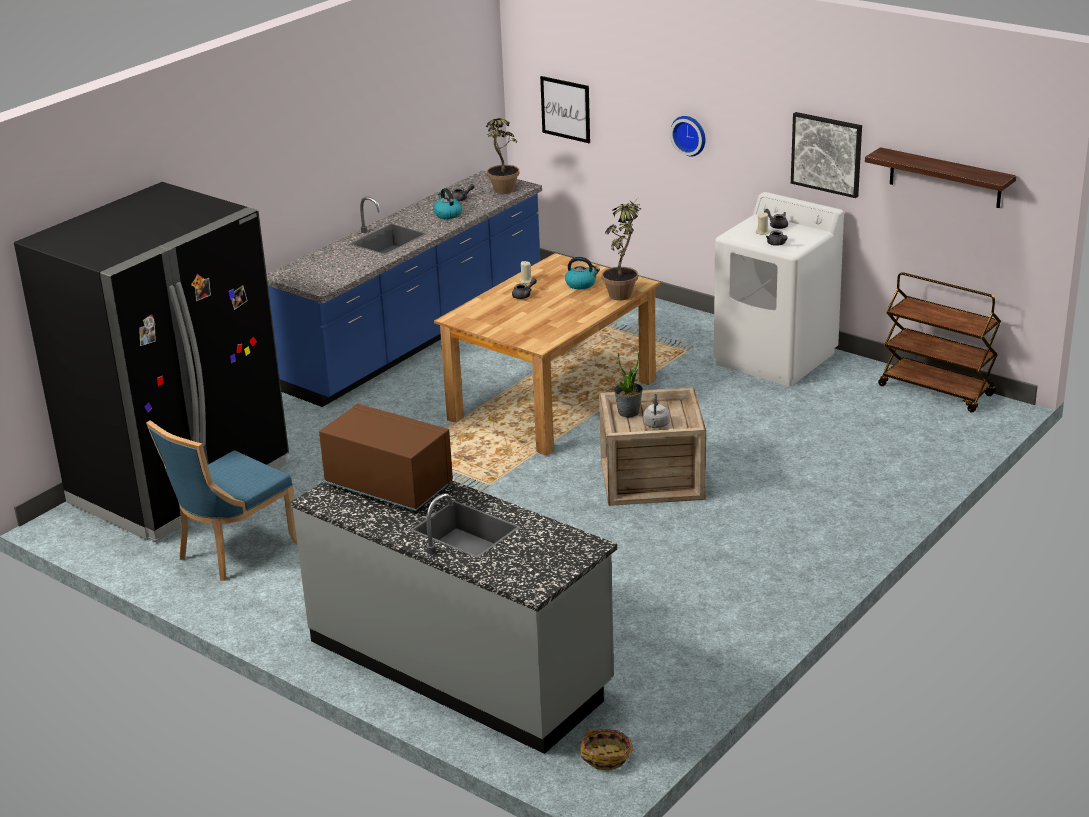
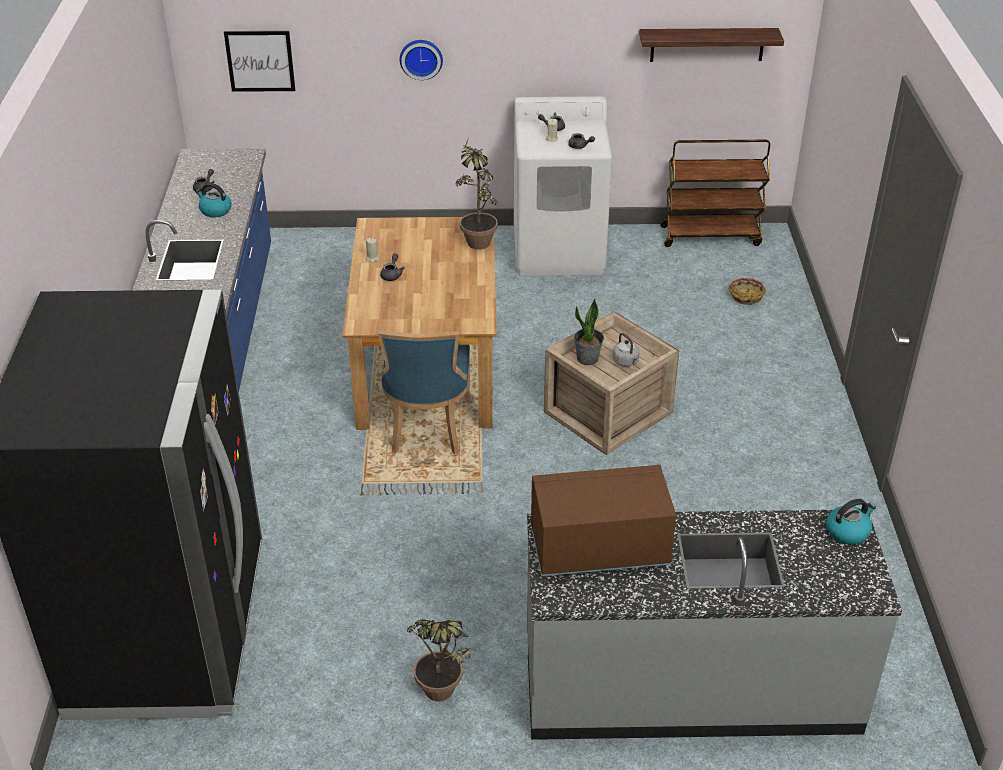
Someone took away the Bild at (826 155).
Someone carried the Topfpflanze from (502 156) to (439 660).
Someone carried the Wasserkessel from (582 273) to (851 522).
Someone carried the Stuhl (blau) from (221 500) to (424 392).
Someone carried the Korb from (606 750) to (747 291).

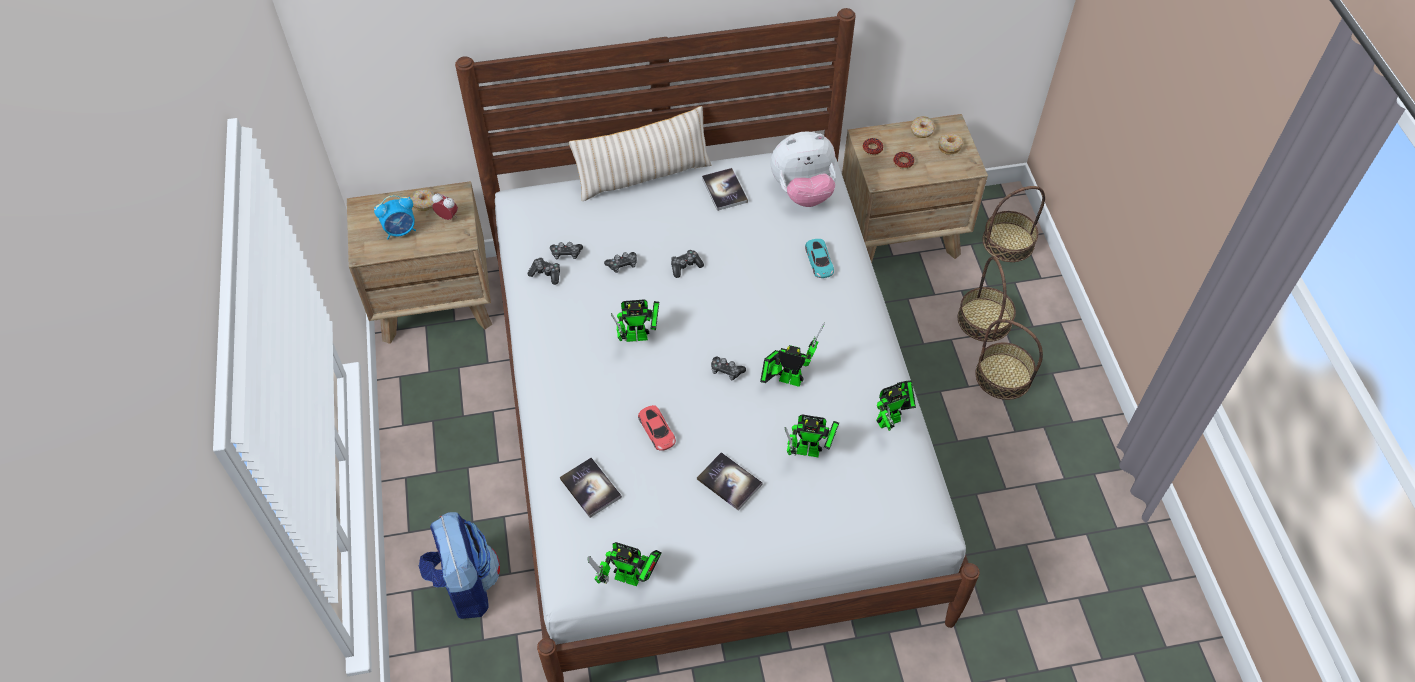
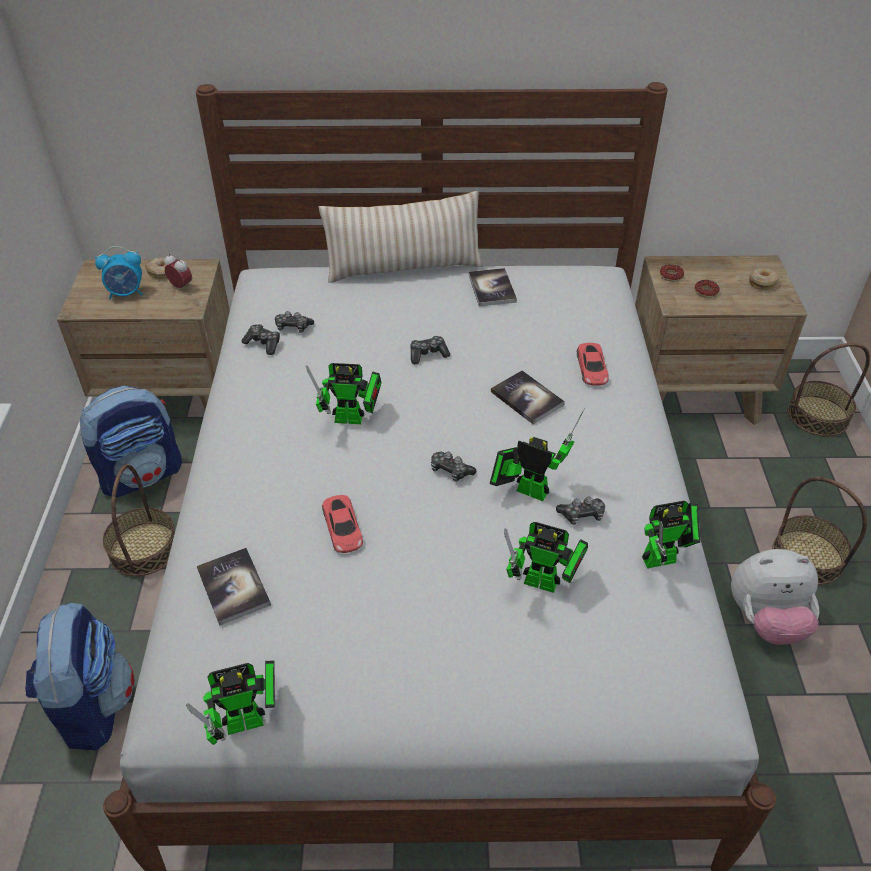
Someone took away the Donut at (923 127).
Someone carried the Plüschtier from (803 169) to (775 597).
Someone repainted the Spielzeugauto (türkis) at (819 258), which became the Spielzeugauto (rot) at (593 364).
Someone carried the Gamepad from (620 262) to (580 511).
Someone carried the Korb from (987 299) to (139 520).
Someone carried the Buch from (730 481) to (528 397).
Someone rotated the Spielzeugroboter at (624 564) by 45 degrees counterclockwise.
Someone put down the Rucksack at (131 441).

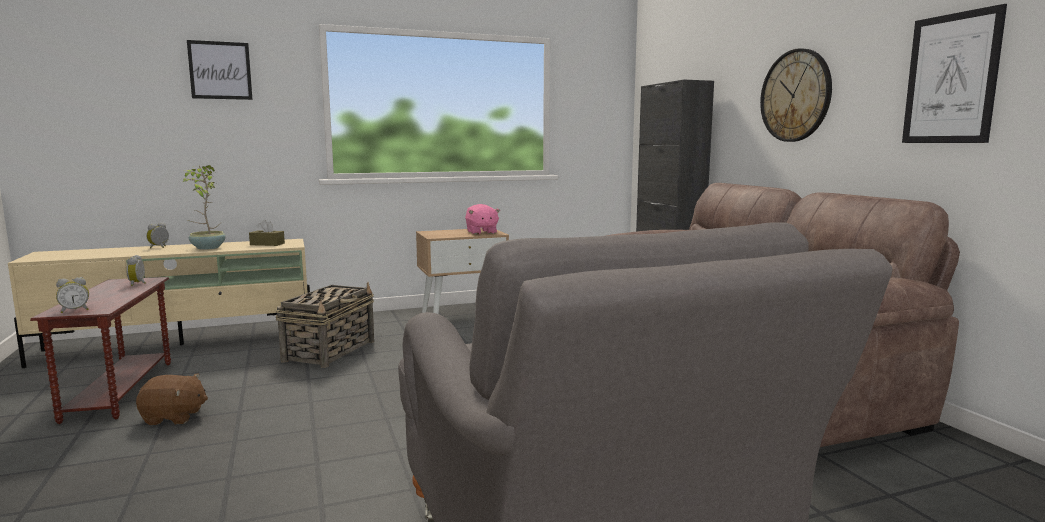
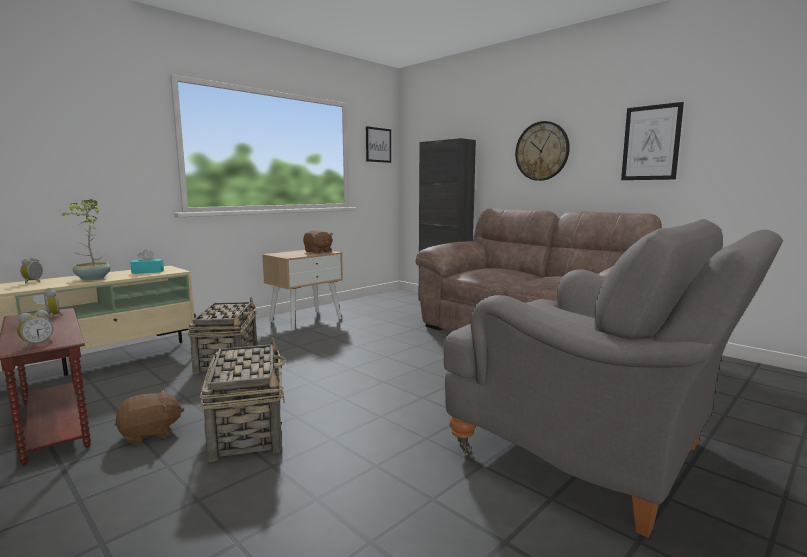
Someone carried the Bild from (220 70) to (378 144).
Someone repainted the Plüschtier (rosa) at (482 219), which became the Plüschtier (braun) at (318 242).
Someone repainted the Taschentuchbox (braun) at (267 233), which became the Taschentuchbox (türkis) at (147 261).
Someone put down the Korb at (243 399).

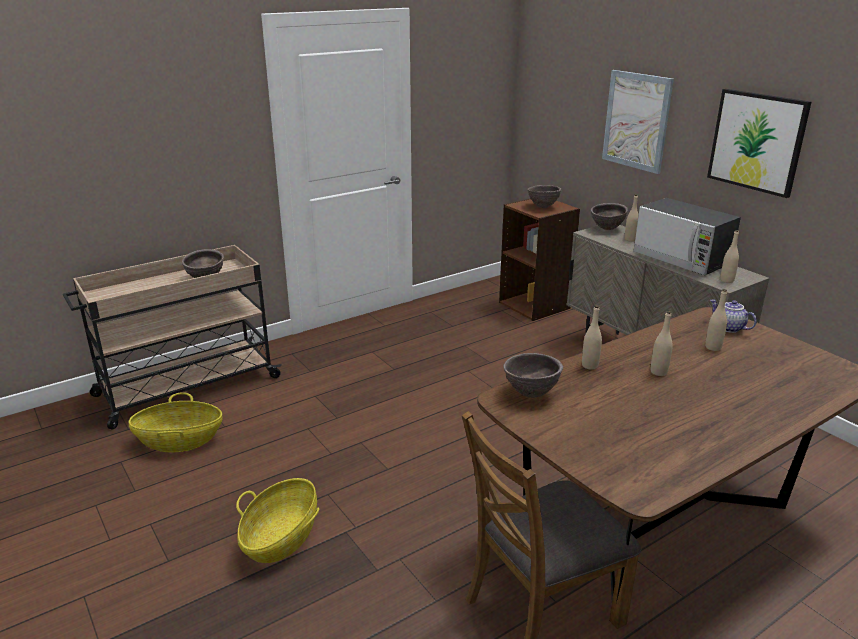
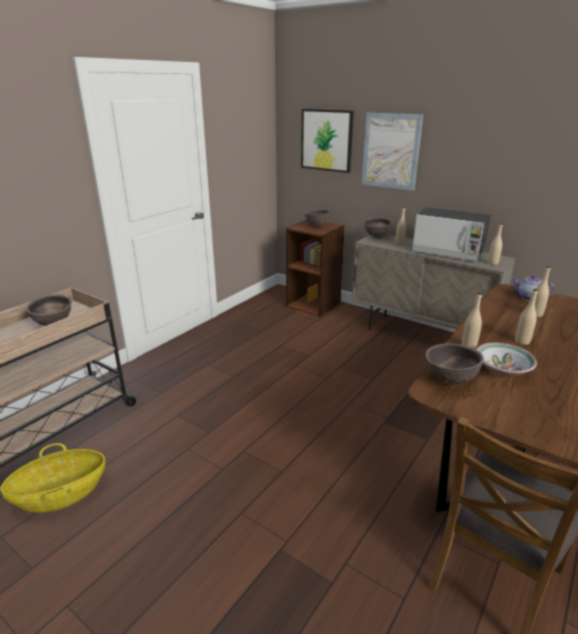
Someone carried the Bild from (759 143) to (327 141).
Someone took away the Korb at (277 520).
Someone put down the Schüssel at (506 360).

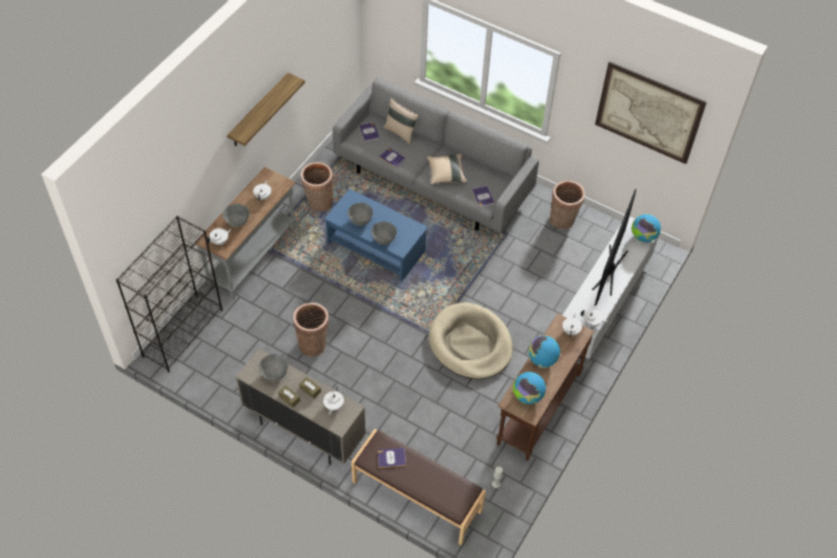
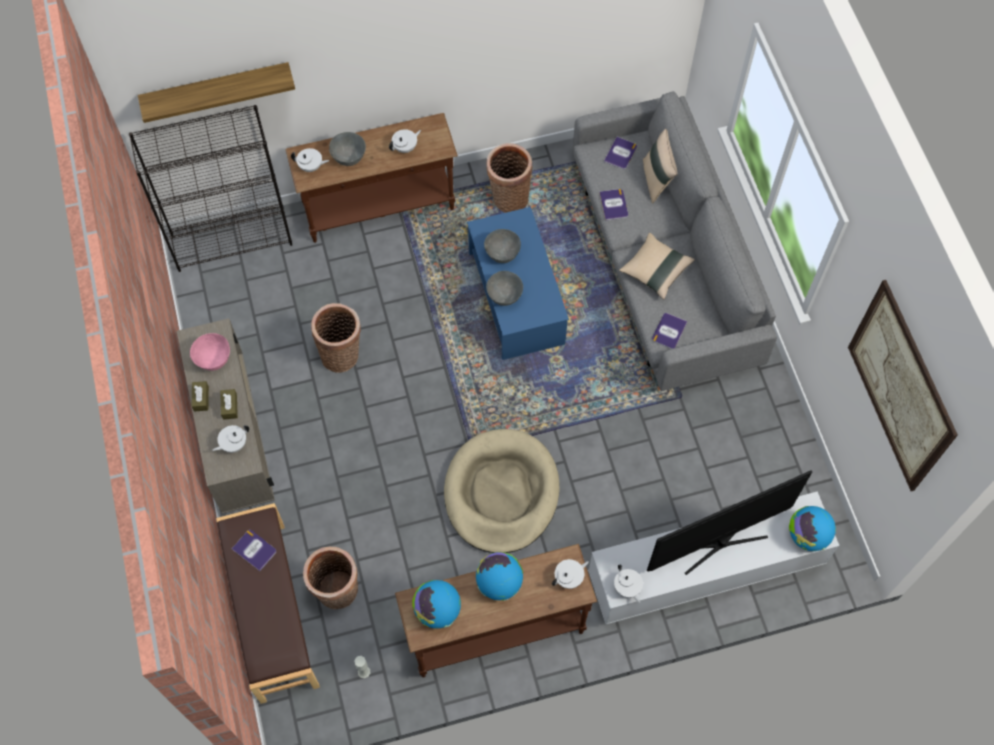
Someone carried the Wandregal from (266 109) to (216 92).
Someone repainted the Konsolentisch (grau) at (245 233), which became the Konsolentisch (braun) at (371 178).
Someone carried the Korb from (567 204) to (330 578).
Someone repainted the Schüssel (grau) at (273 367), which became the Schüssel (rosa) at (210 352).

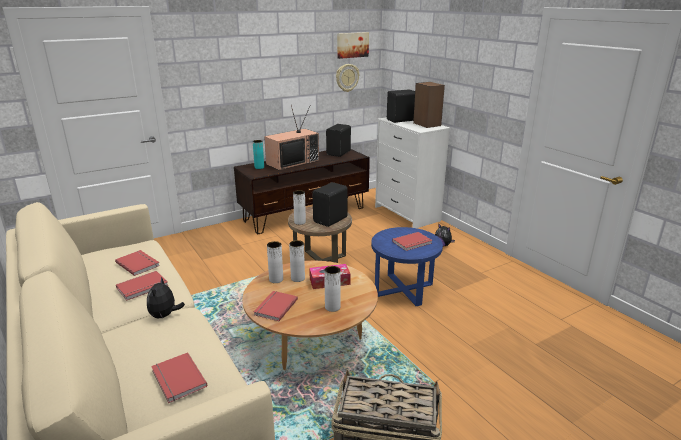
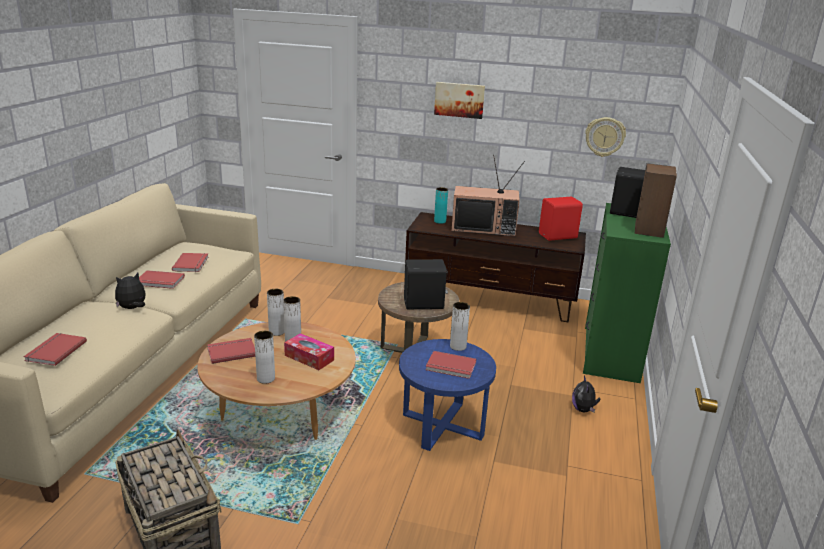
Someone carried the Bild from (353 45) to (459 100).
Someone repainted the Kommode (weiß) at (412 172), which became the Kommode (grün) at (627 293).
Someone repainted the Lautsprecher (schwarz) at (338 140), which became the Lautsprecher (rot) at (561 219).
Someone carried the Vase (weiß) from (299 207) to (460 326).

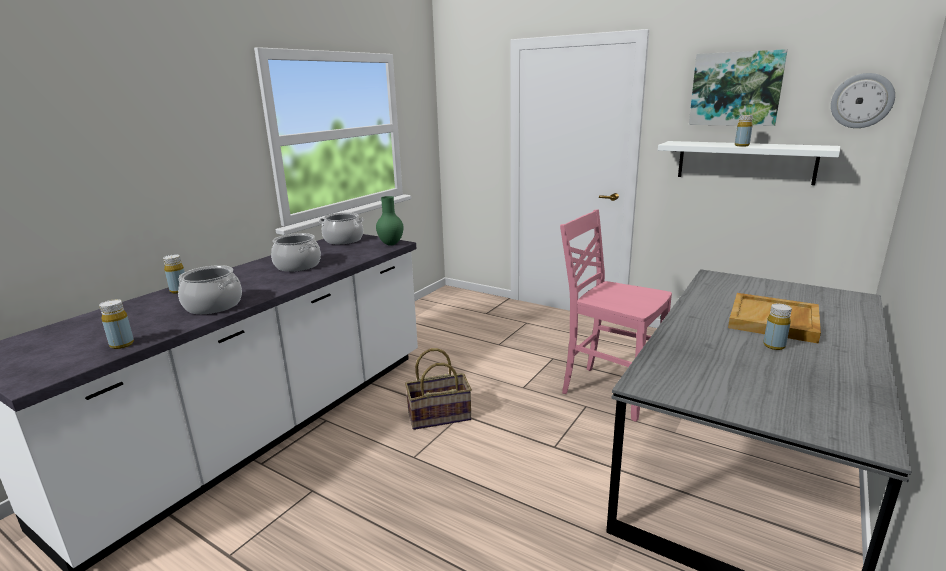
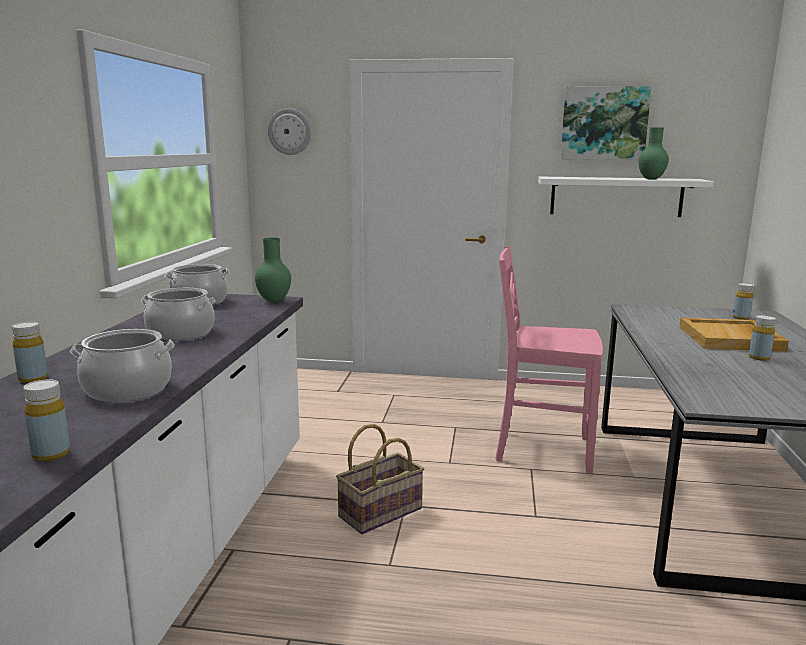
Someone carried the Wanduhr from (863 100) to (289 131).
Someone carried the Flasche (gelb) from (744 130) to (743 301).
Someone put down the Vase (grün) at (653 153).

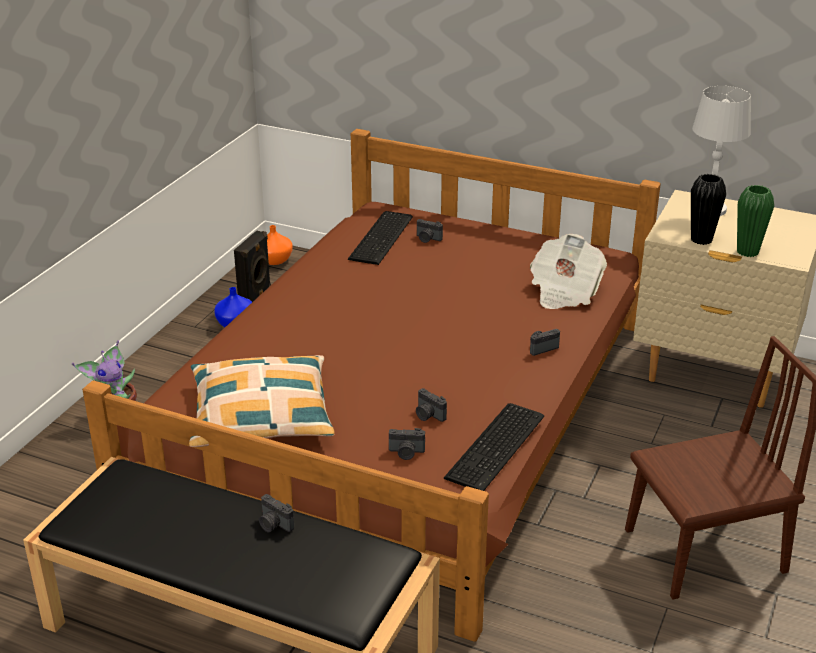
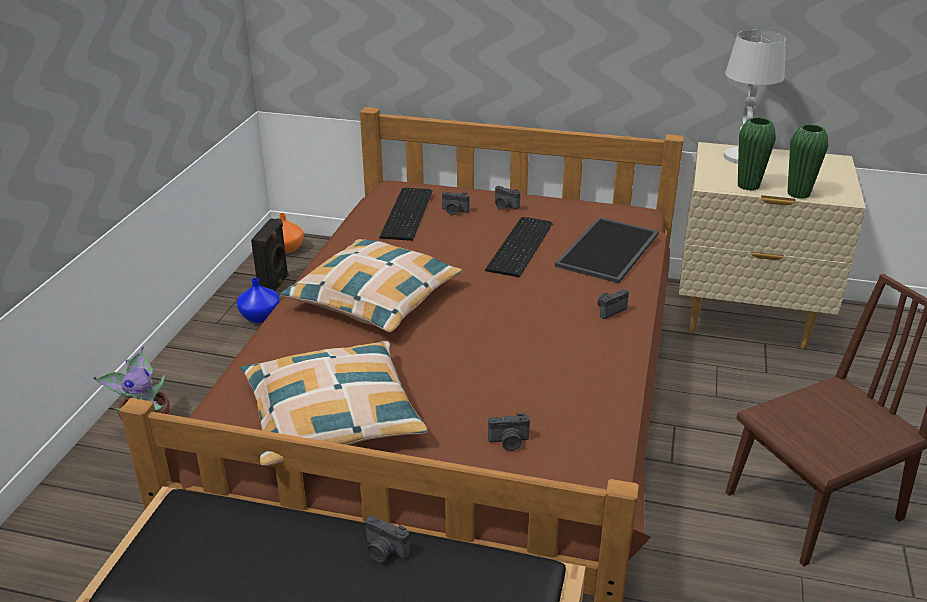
Someone repainted the Vase (schwarz) at (708 209), which became the Vase (grün) at (757 154).
Someone swapped the Zeitung at (568 271) for the Tablett at (607 250).
Someone carried the Kamera from (431 405) to (507 198).
Someone carried the Tastatur from (494 447) to (519 247).
Someone put down the Kissen at (371 285).

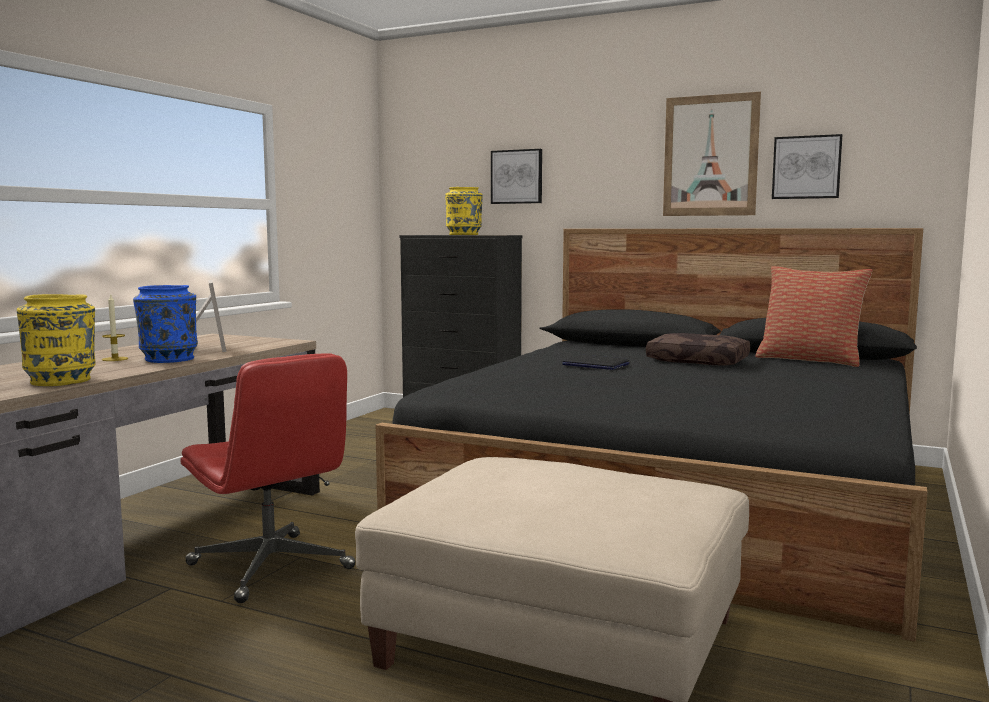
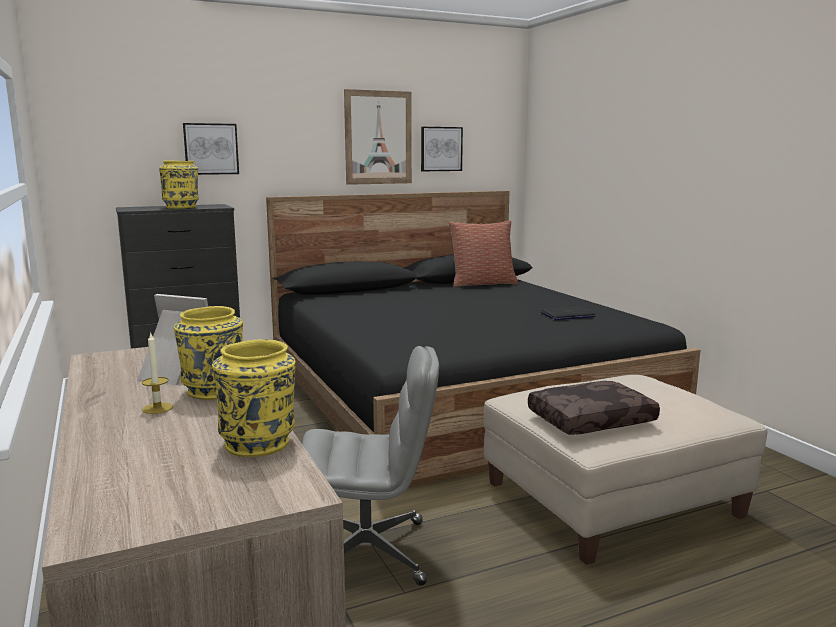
Someone repainted the Vase (blau) at (165 324), which became the Vase (gelb) at (208 353).
Someone carried the Kissen (braun) from (698 349) to (594 408).
Someone repainted the Bürostuhl (rot) at (267 478), which became the Bürostuhl (grau) at (370 465).
Someone carried the Laptop from (596 362) to (568 313).

